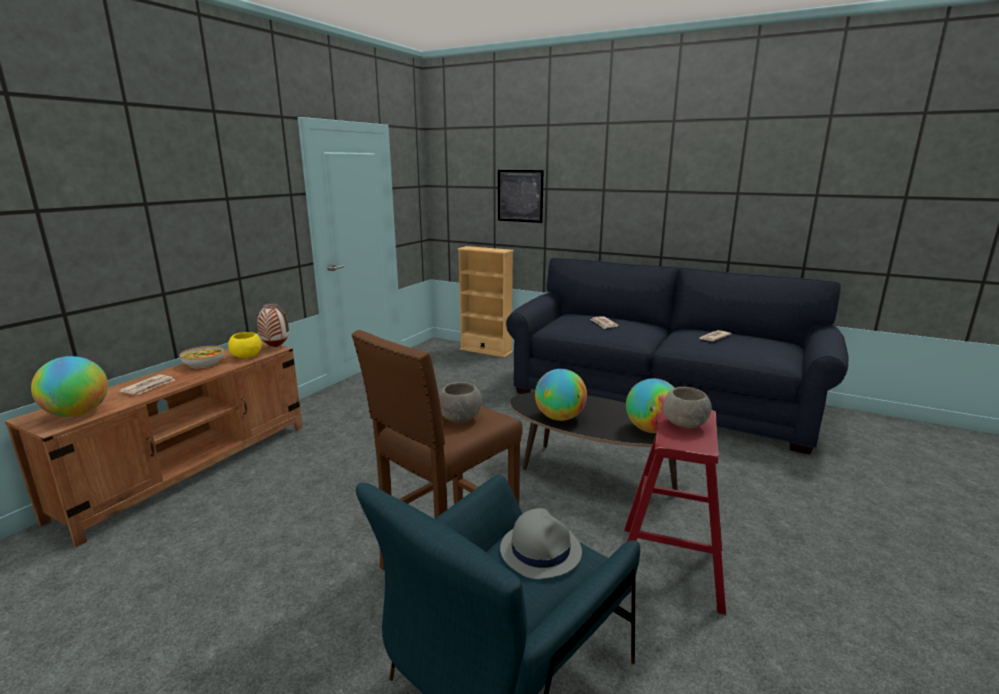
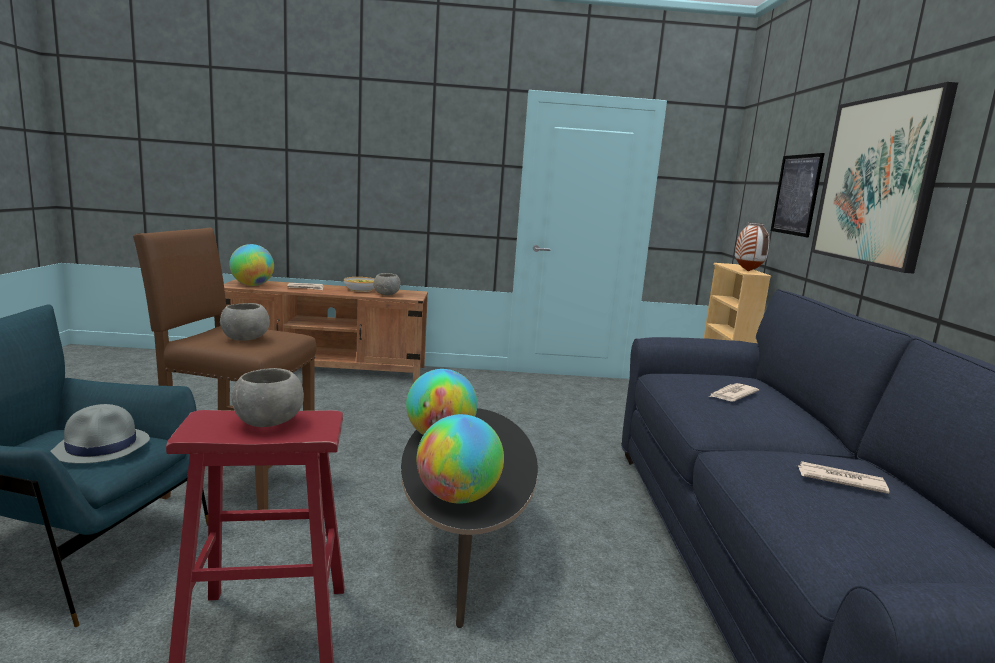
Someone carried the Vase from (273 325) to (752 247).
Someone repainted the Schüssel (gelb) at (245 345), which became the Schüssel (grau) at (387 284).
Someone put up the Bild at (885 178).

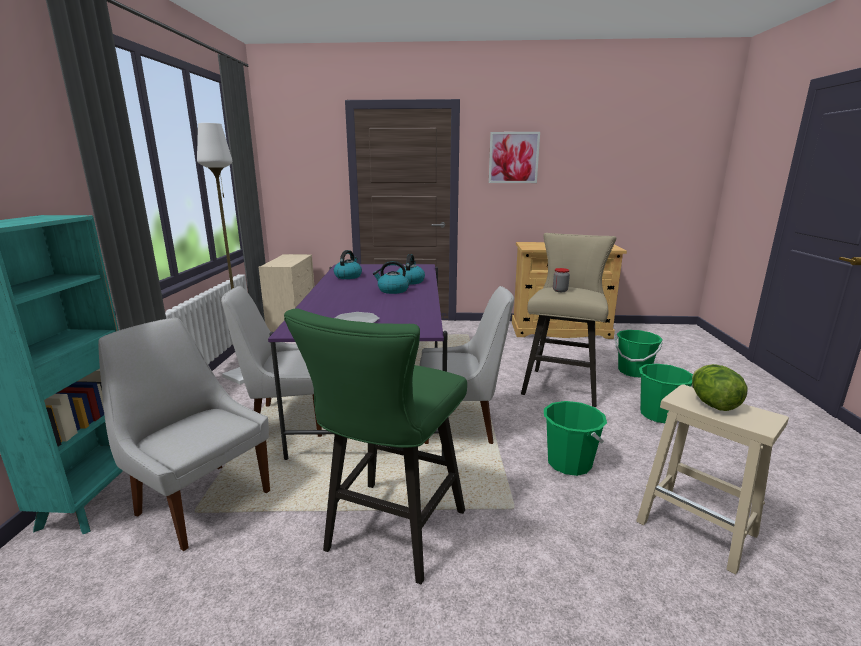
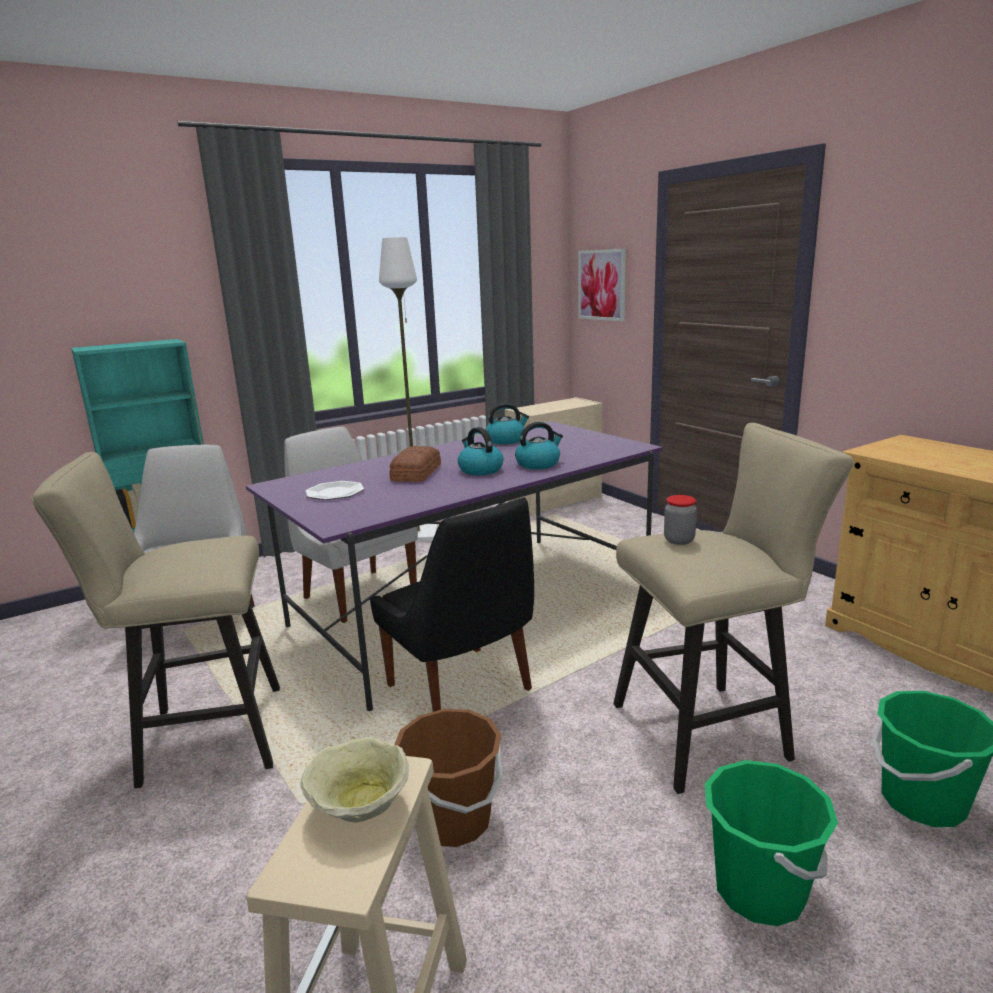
Someone carried the Bild from (514 157) to (602 285).
Someone repainted the Stuhl (weiß) at (467 365), which became the Stuhl (schwarz) at (452 604).
Someone repainted the Hocker (grün) at (375 446), which became the Hocker (beige) at (155 620).
Someone swapped the Salatkopf at (719 387) for the Schüssel (beige) at (354 779).
Someone repainted the Eimer (grün) at (575 438), which became the Eimer (braun) at (448 778).
Someone put down the Brot at (415 464).

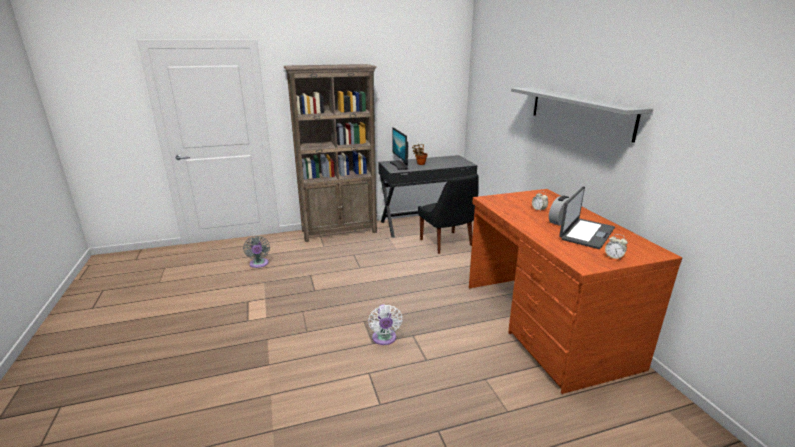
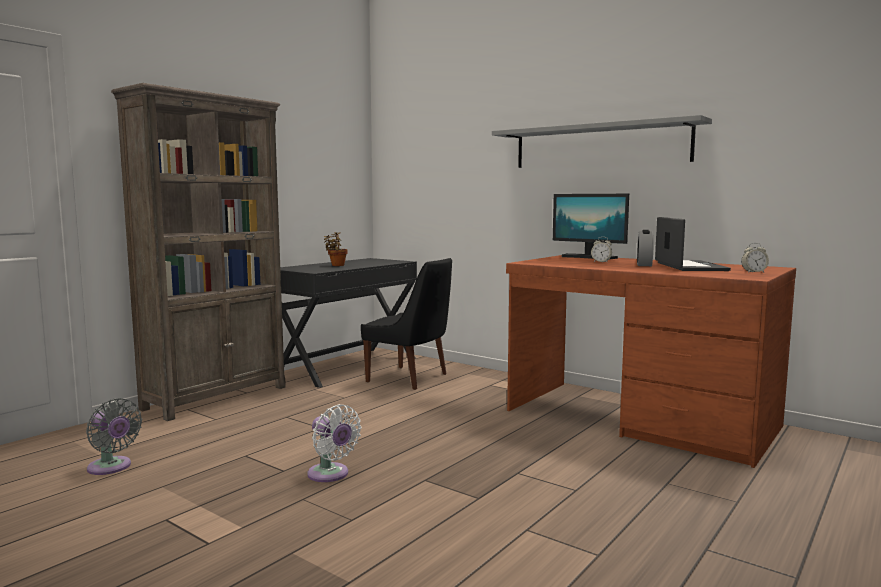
Someone carried the Monitor from (399 148) to (591 227).
Someone carried the Ventilator (weiß) from (385 325) to (334 443).

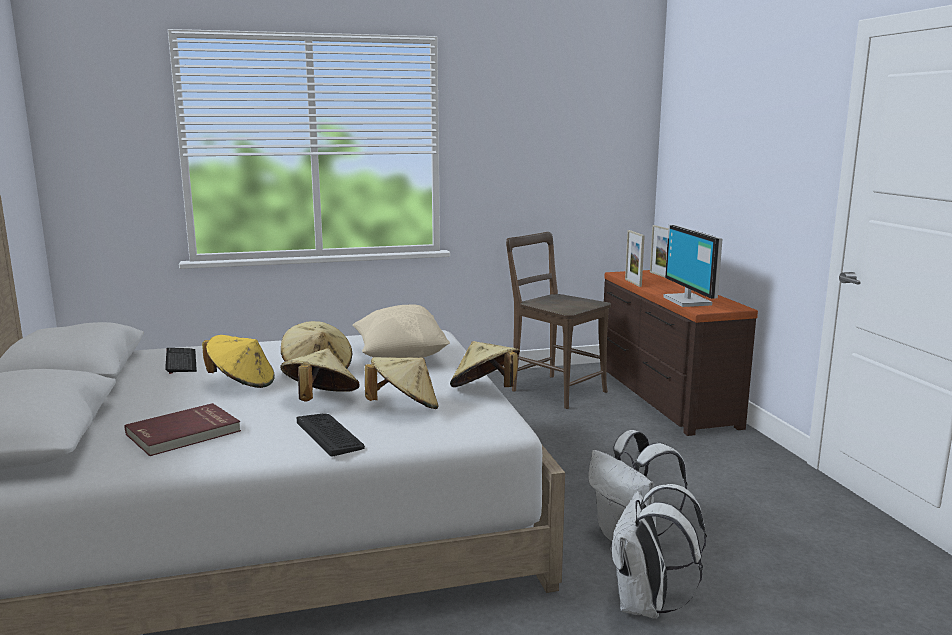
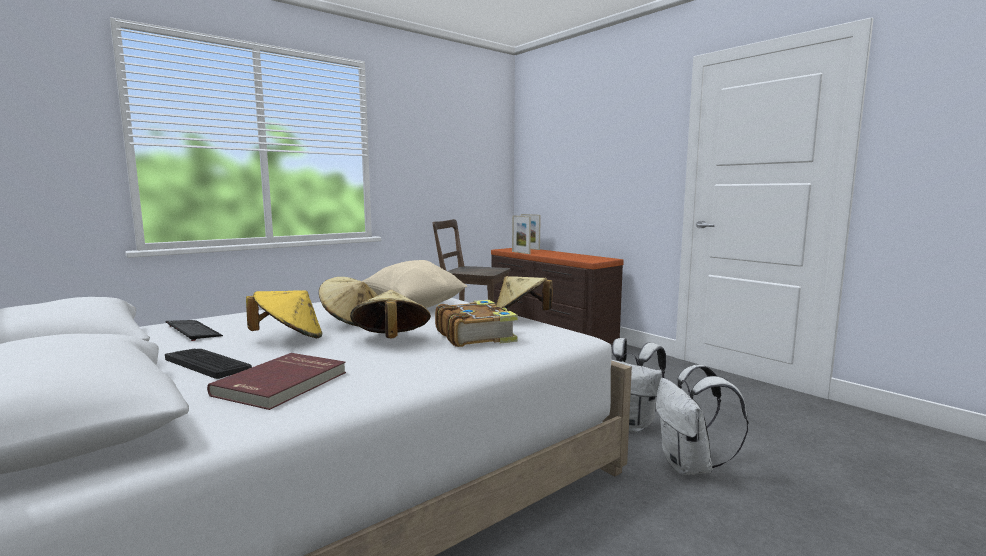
Someone took away the Monitor at (693 266).
Someone swapped the Hut (beige) at (402 383) for the Buch at (476 323).
Someone carried the Tastatur from (331 435) to (208 364).

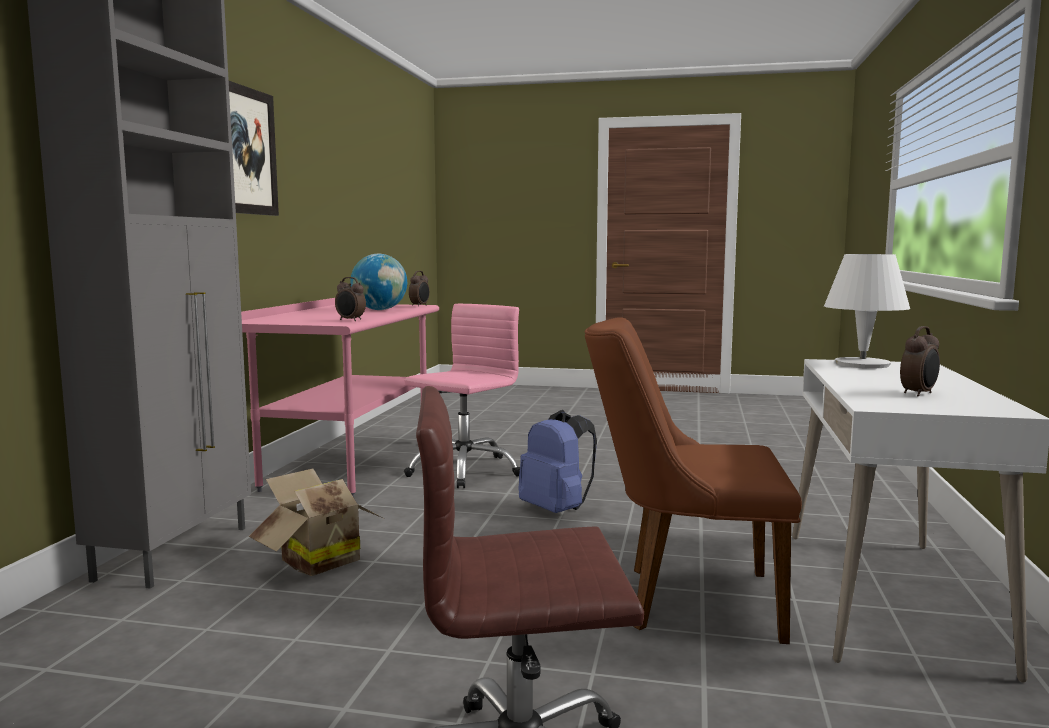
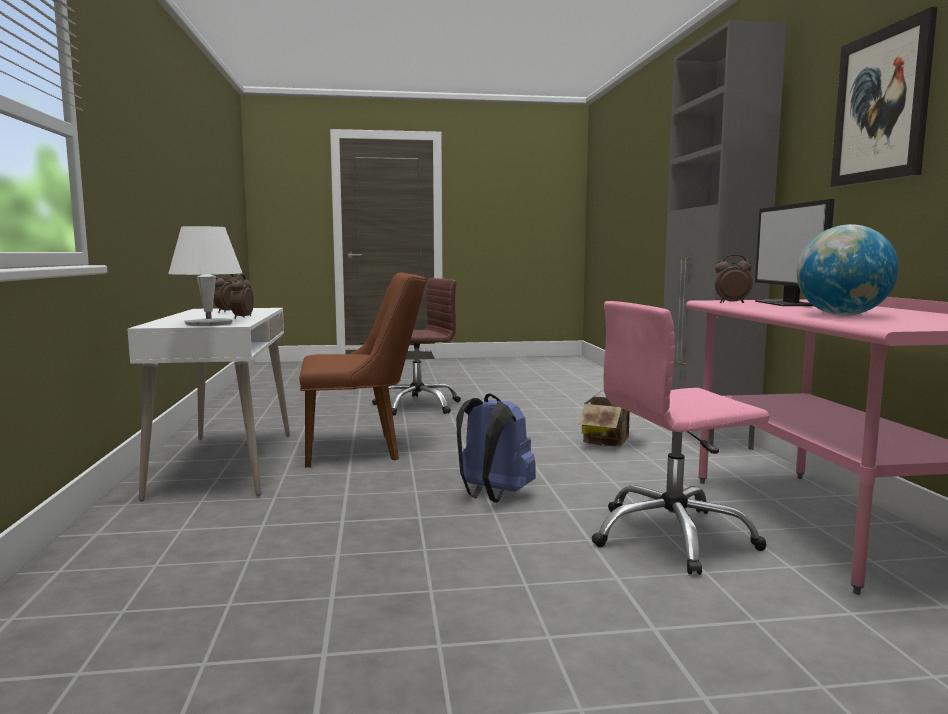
Someone carried the Wecker from (419 288) to (242 296).
Someone rotated the Bürostuhl (rosa) at (462 396) by 60 degrees clockwise.
Someone put down the Monitor at (794 252).

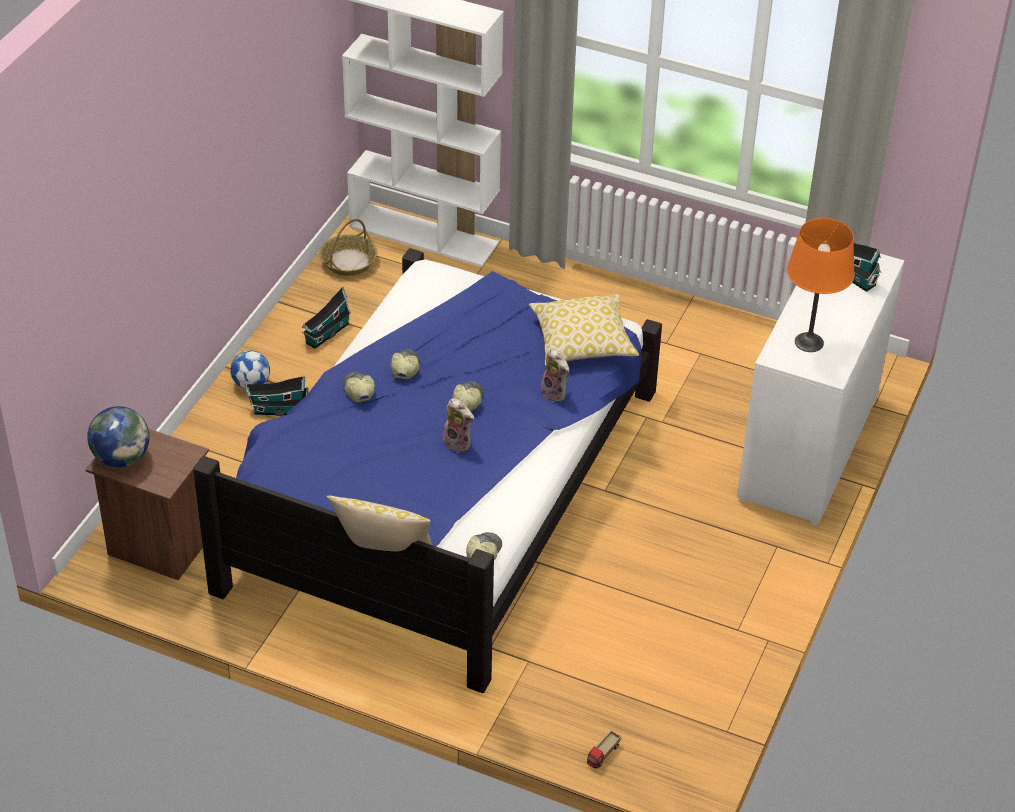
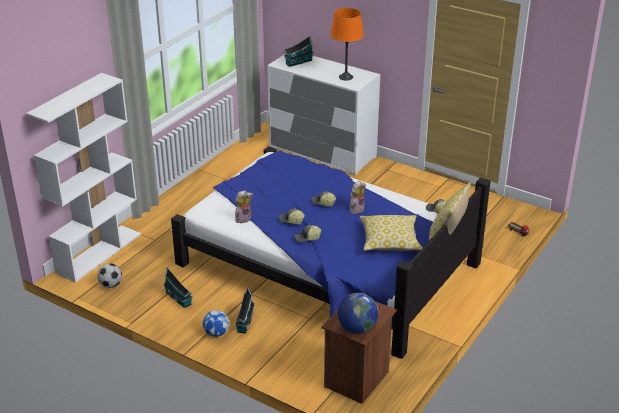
Someone swapped the Korb at (348 247) for the Fußball at (109 275).
Someone carried the Kissen from (584 330) to (391 233).
Someone carried the Plüschtier from (555 375) to (244 206).

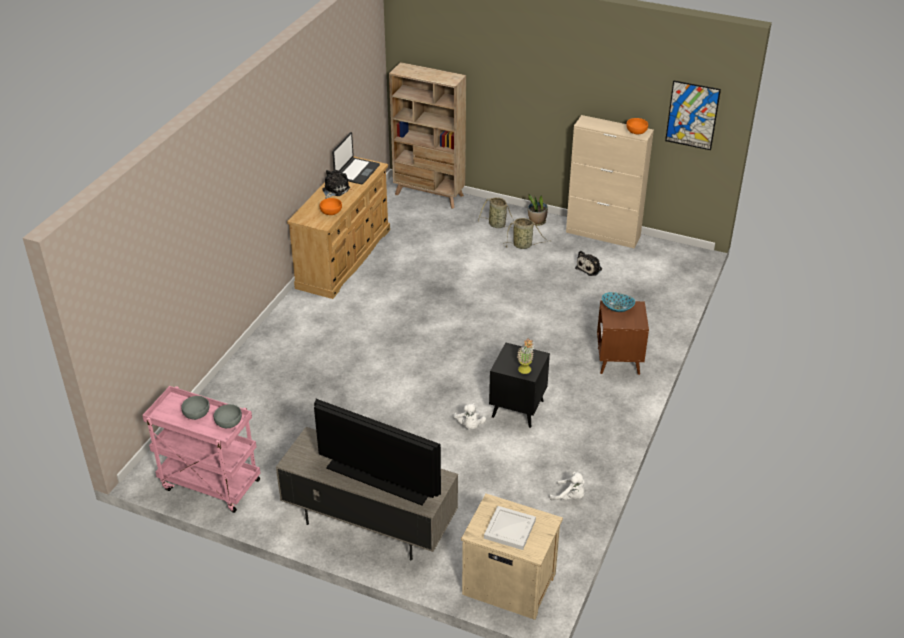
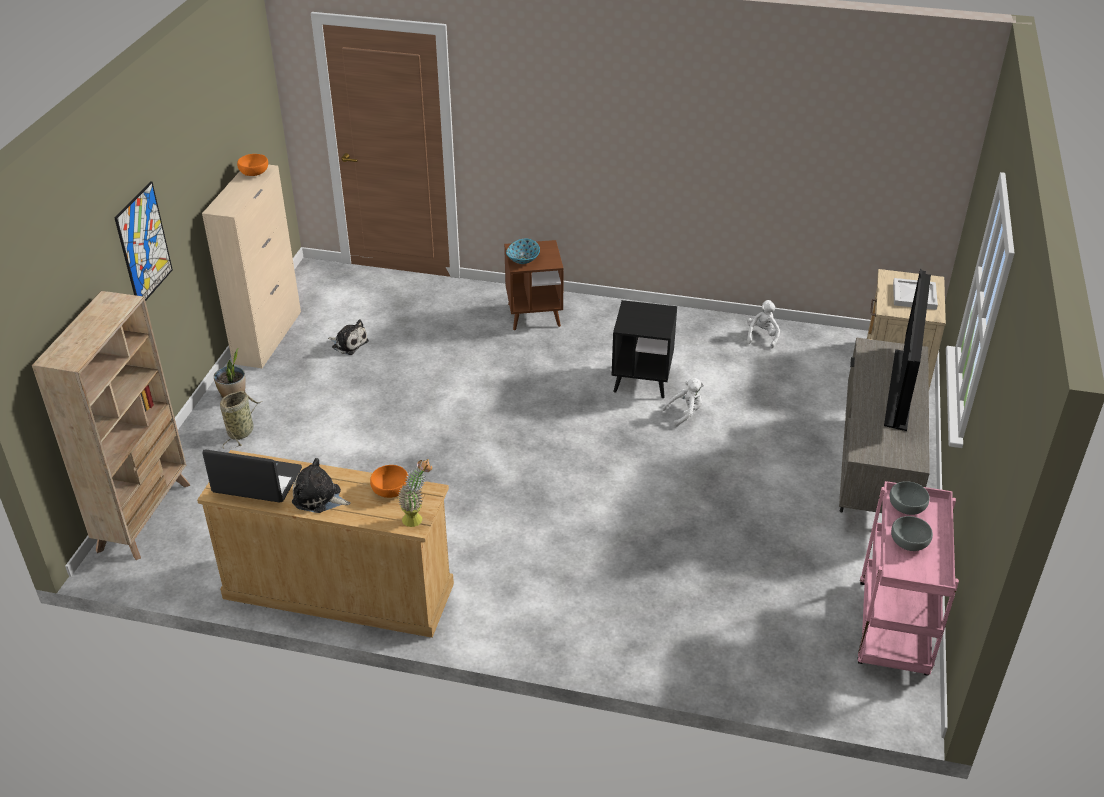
Someone carried the Bild from (693 115) to (143 241).
Someone took away the Korb at (527 233).
Someone carried the Topfpflanze from (525 356) to (415 493).

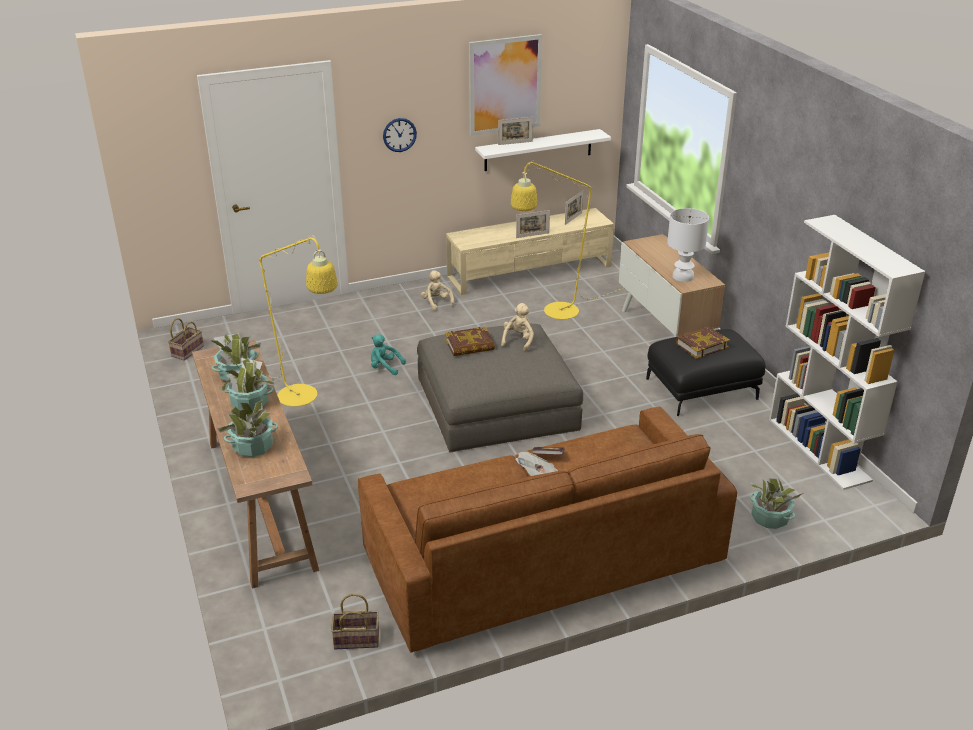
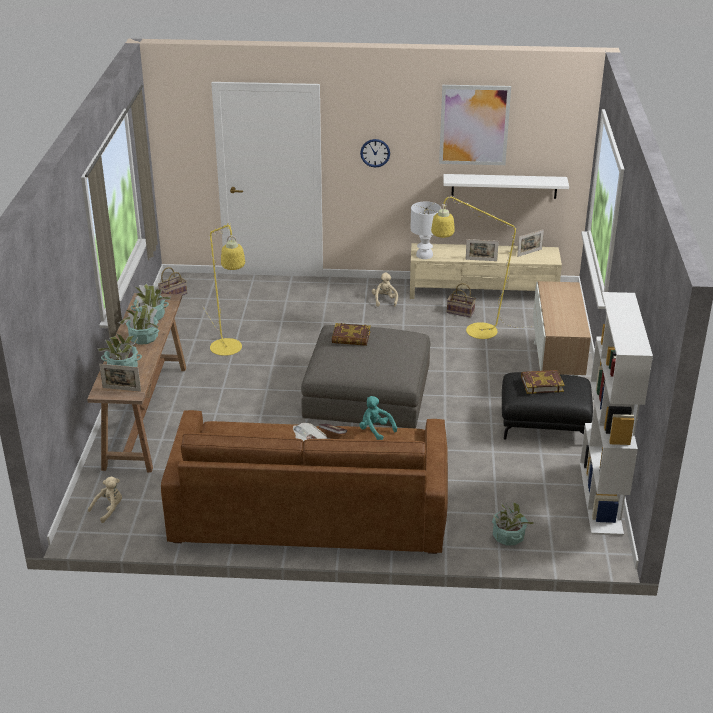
Someone carried the Bilderrahmen from (515 131) to (120 378).
Someone carried the Tischlampe (weiß) from (688 245) to (425 230).
Someone carried the Plüschtier (beige) from (517 327) to (105 500).
Someone carried the Plüschtier (türkis) from (388 354) to (378 418).
Someone carried the Korb from (355 621) to (461 300).

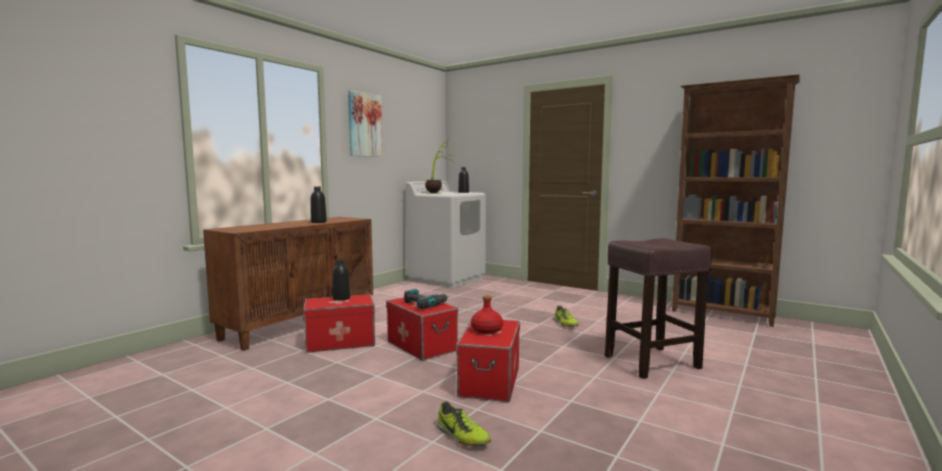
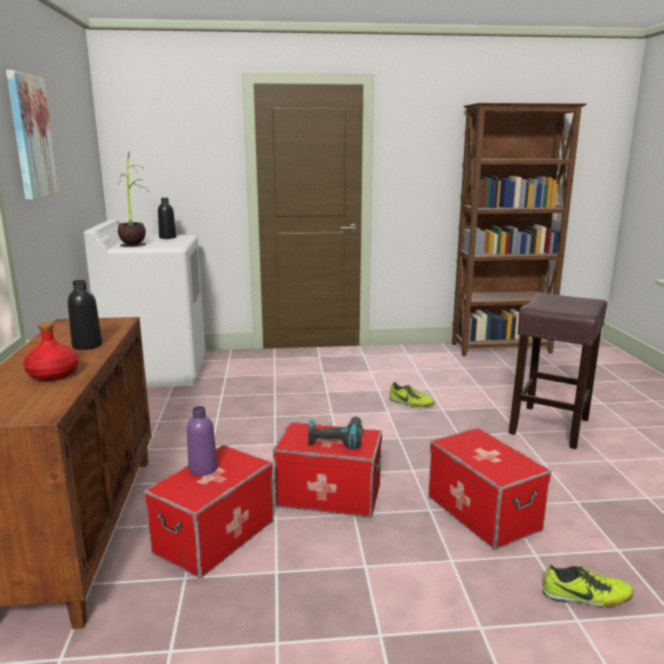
Someone repainted the Flasche (schwarz) at (341 280), which became the Flasche (lila) at (202 441).
Someone carried the Flasche (rot) from (487 315) to (51 351).

